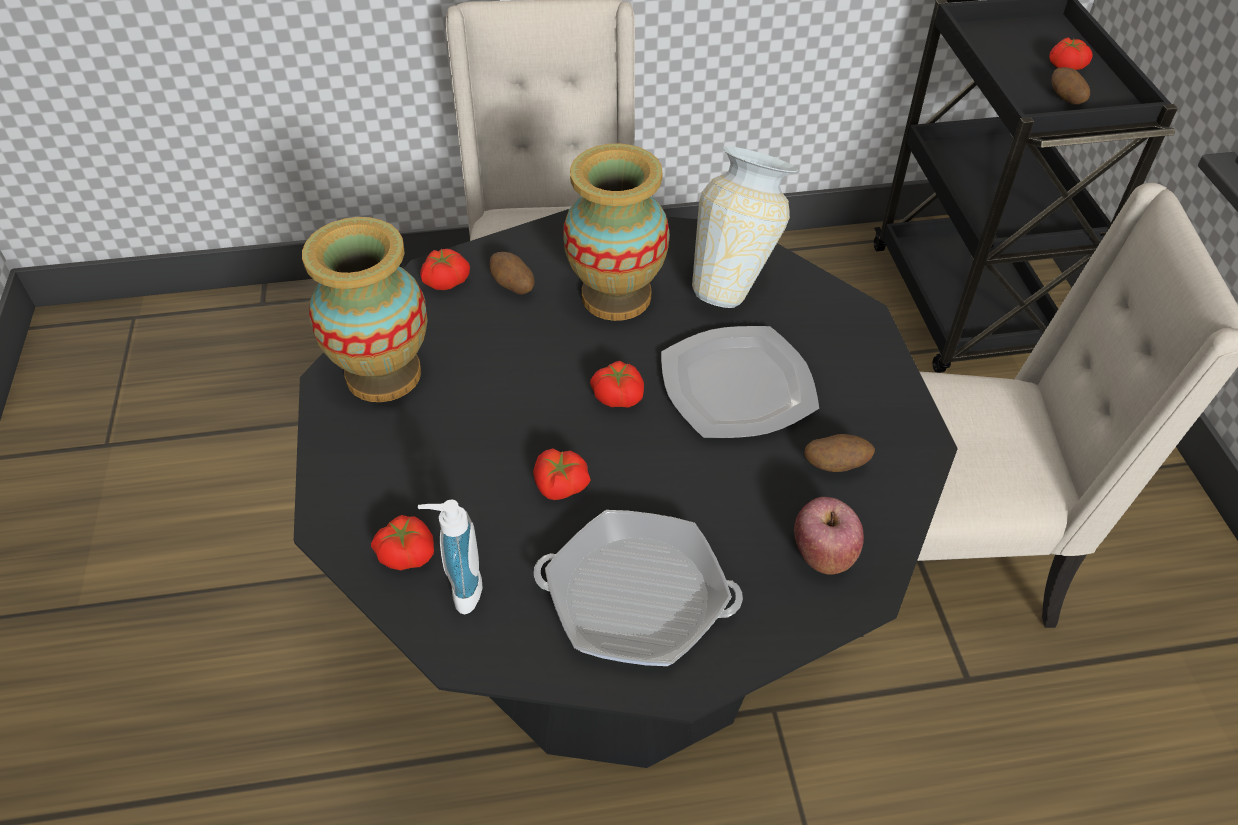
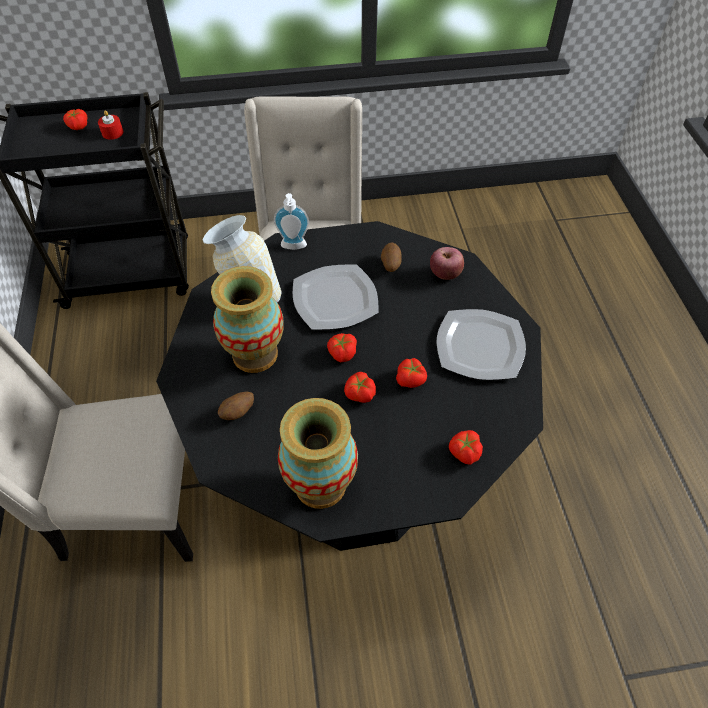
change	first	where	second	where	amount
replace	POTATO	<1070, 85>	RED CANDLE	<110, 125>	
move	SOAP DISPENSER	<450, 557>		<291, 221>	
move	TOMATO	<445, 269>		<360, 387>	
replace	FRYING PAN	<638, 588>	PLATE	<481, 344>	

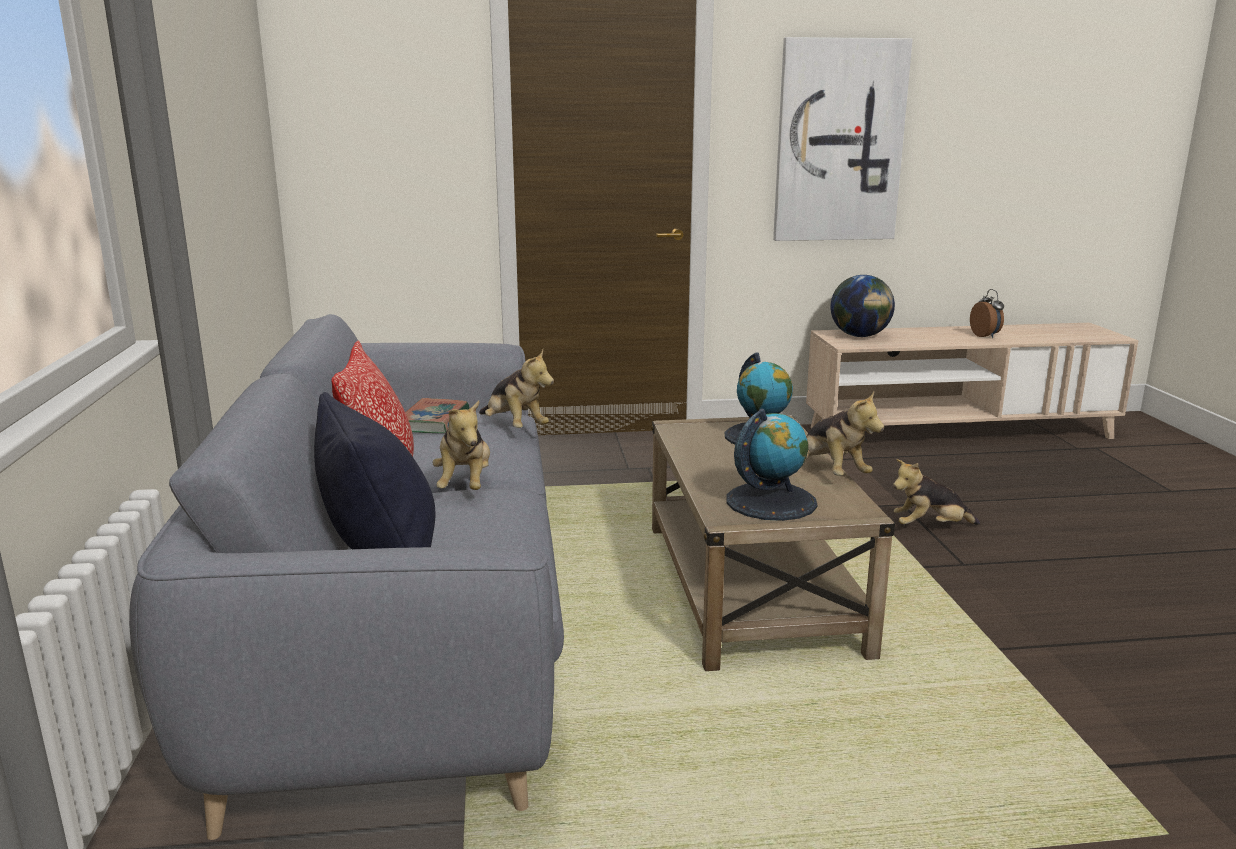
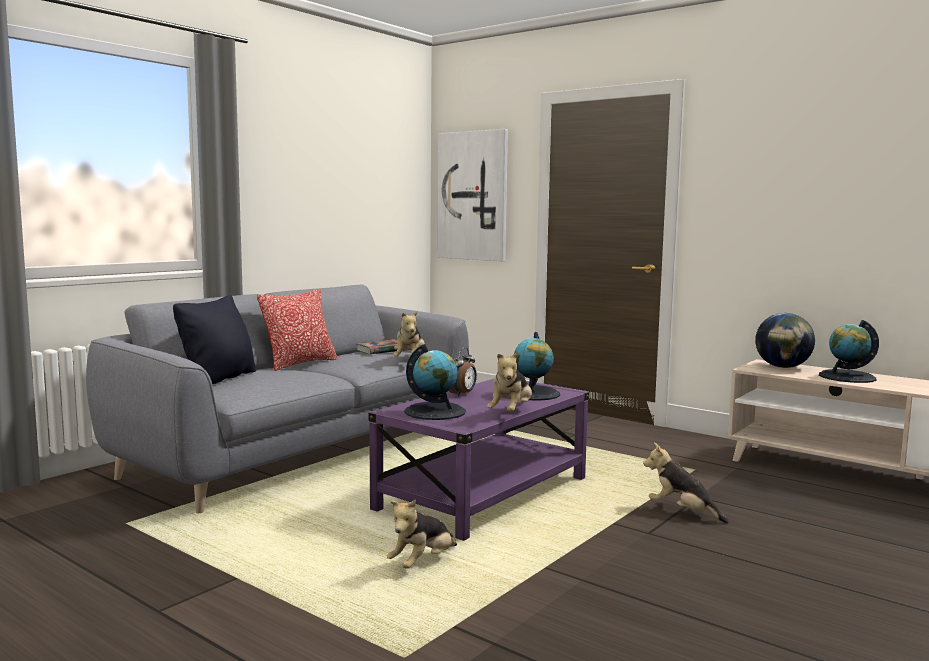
change	first	where	second	where	amount
recolor	BEIGE COFFEE TABLE	<773, 543>	PURPLE COFFEE TABLE	<479, 460>	
move	PLUSH TOY	<461, 445>		<422, 534>	
move	PICTURE	<843, 139>		<472, 195>	
move	ALARM CLOCK	<987, 313>		<463, 371>	
insert			GLOBE	<849, 351>	

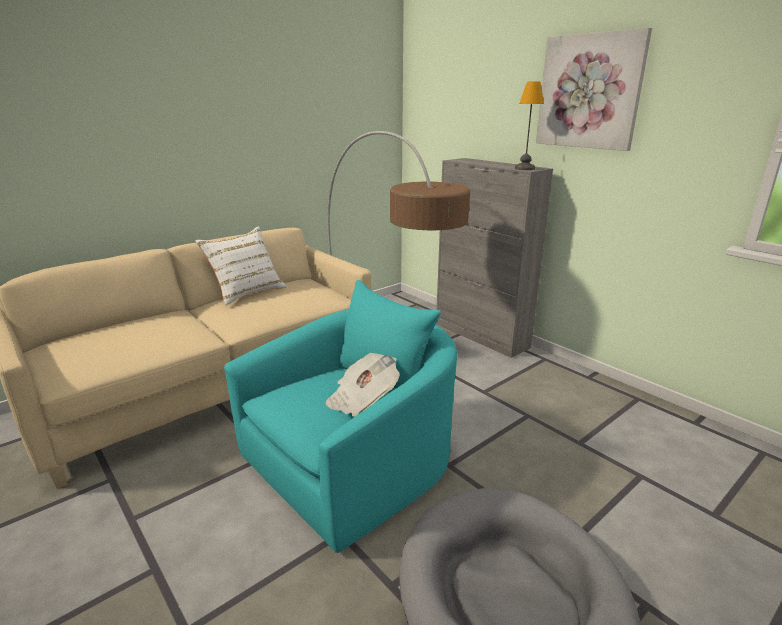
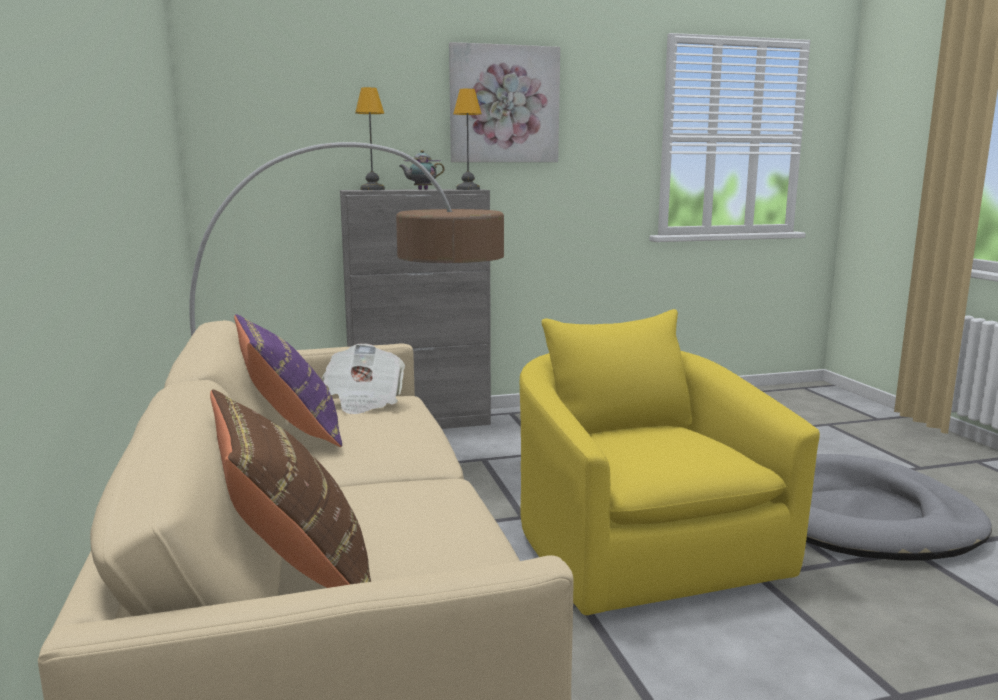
change	first	where	second	where	amount
insert			BROWN PILLOW	<290, 488>	
recolor	WHITE PILLOW	<241, 265>	PURPLE PILLOW	<288, 380>	
move	NEWSPAPER	<362, 384>		<363, 379>	
insert			TABLE LAMP	<370, 138>	
insert			TEAPOT	<422, 170>	
recolor	TURQUOISE ARMCHAIR	<340, 416>	YELLOW ARMCHAIR	<670, 462>	

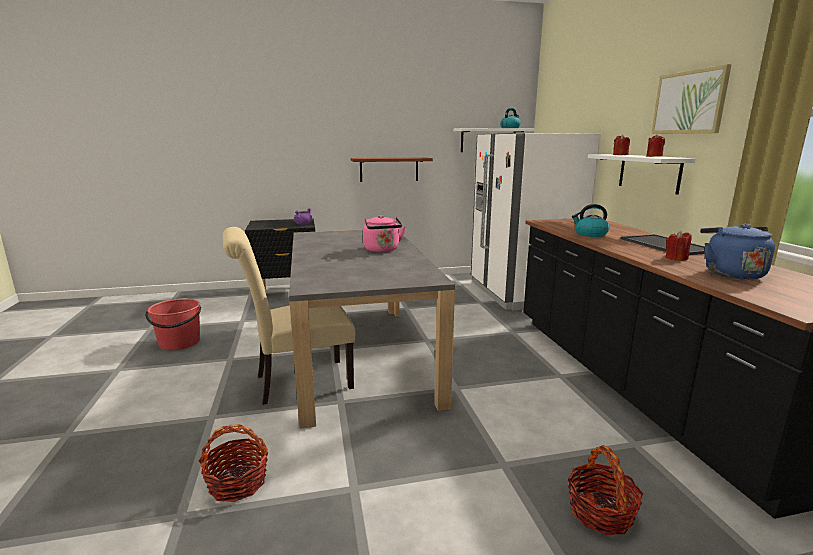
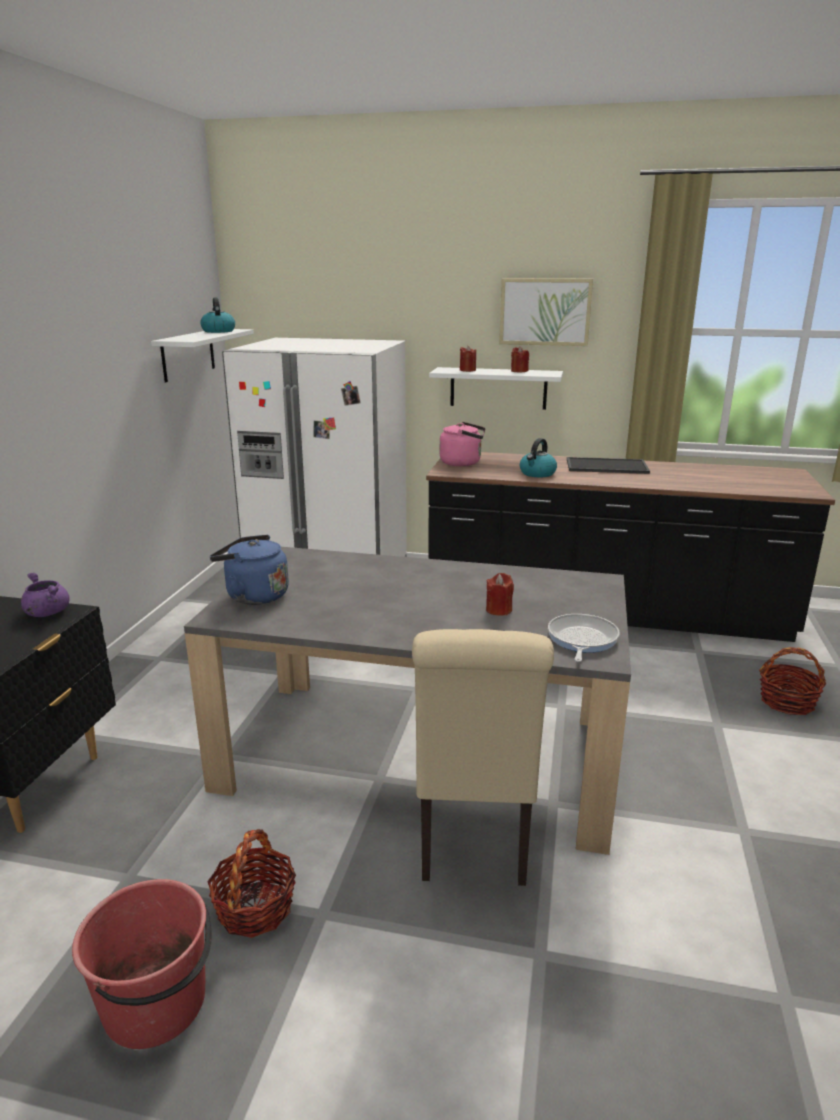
change	first	where	second	where	amount
move	BASKET	<233, 463>		<251, 883>	
move	BLUE KETTLE	<737, 252>		<249, 570>	
move	PINK KETTLE	<384, 233>		<462, 444>	
move	RED CANDLE	<678, 246>		<500, 594>	
insert			FRYING PAN	<584, 638>	
delete	BROWN SHELF	<392, 169>			

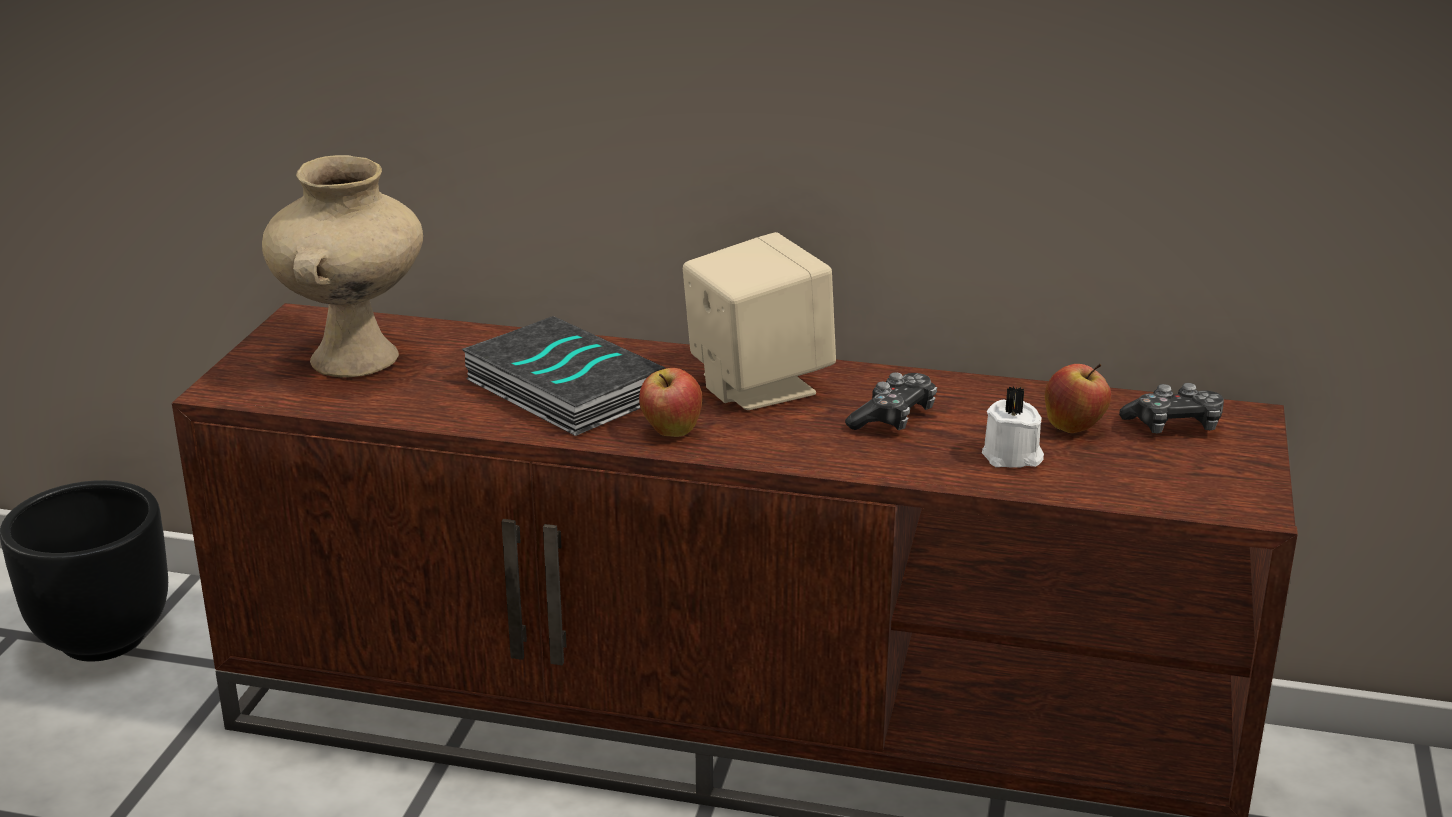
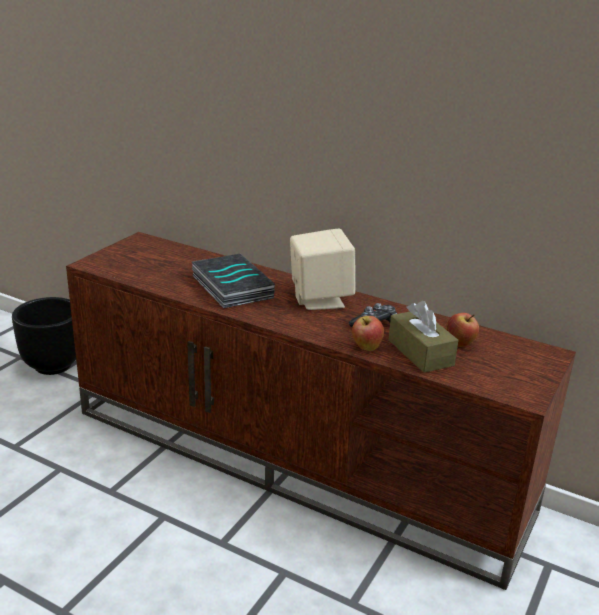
change	first	where	second	where	amount
move	APPLE	<670, 402>		<368, 333>	
replace	WHITE CANDLE	<1013, 427>	BROWN TISSUE BOX	<423, 337>	
delete	BEIGE VASE	<342, 266>			
delete	GAME CONTROLLER	<1171, 408>			

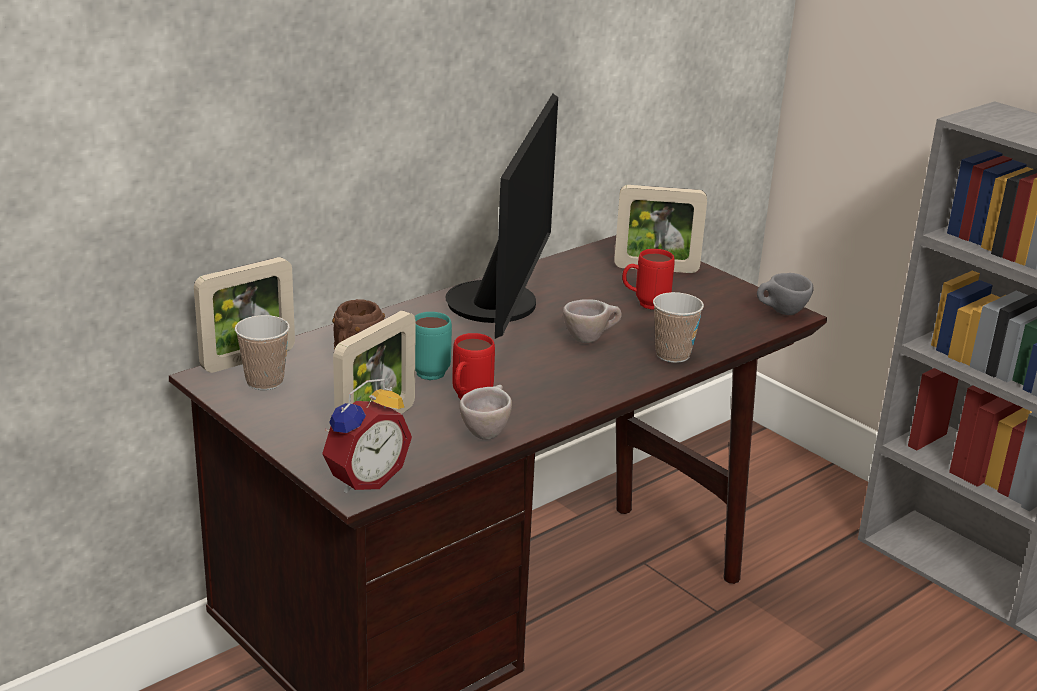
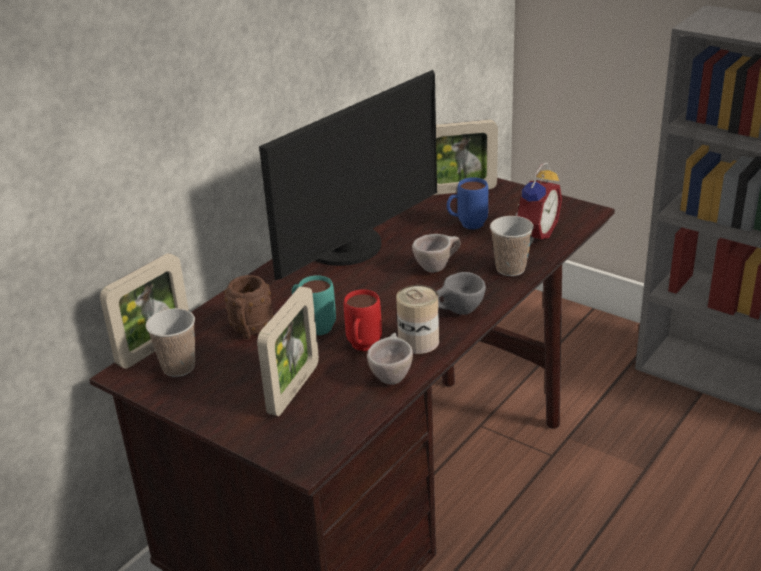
change	first	where	second	where	amount
rotate	MONITOR	<501, 216>		<348, 175>	45 degrees clockwise
insert			CAN	<417, 319>	
move	GREY CUP	<785, 294>		<461, 293>	
recolor	RED MUG	<648, 279>	BLUE MUG	<467, 203>	
move	ALARM CLOCK	<367, 436>		<539, 203>	

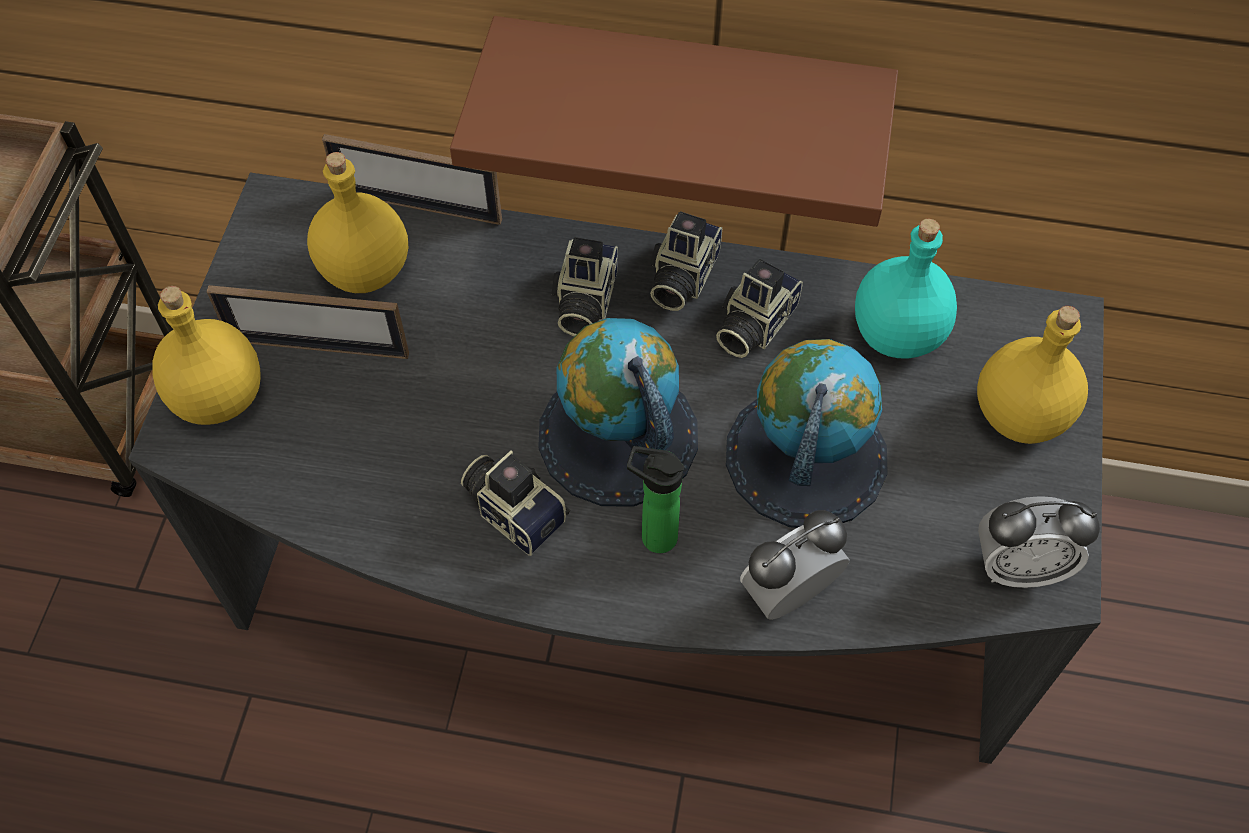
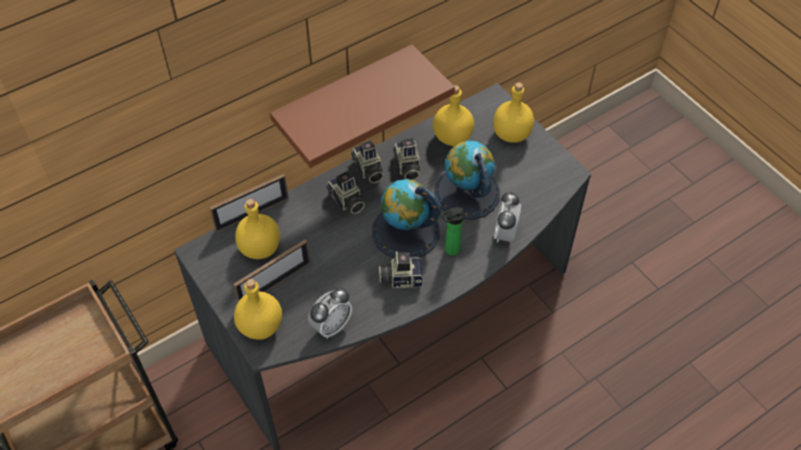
change	first	where	second	where	amount
move	ALARM CLOCK	<1039, 542>		<330, 313>	
recolor	TURQUOISE BOTTLE	<906, 289>	YELLOW BOTTLE	<453, 115>	

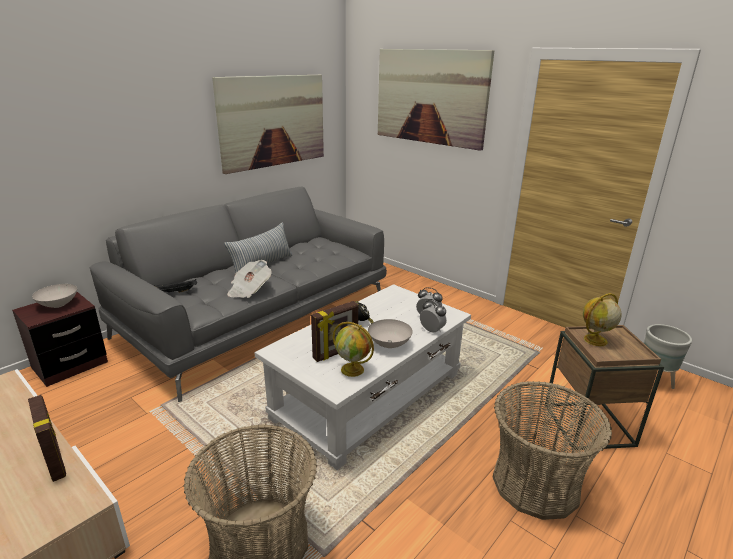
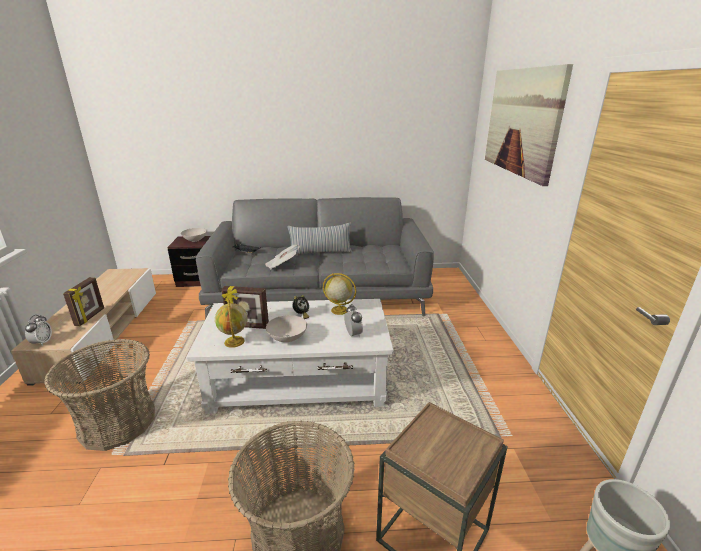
change	first	where	second	where	amount
move	ALARM CLOCK	<433, 315>		<38, 330>	
move	GLOBE	<602, 319>		<339, 294>	
delete	PICTURE	<268, 124>			

